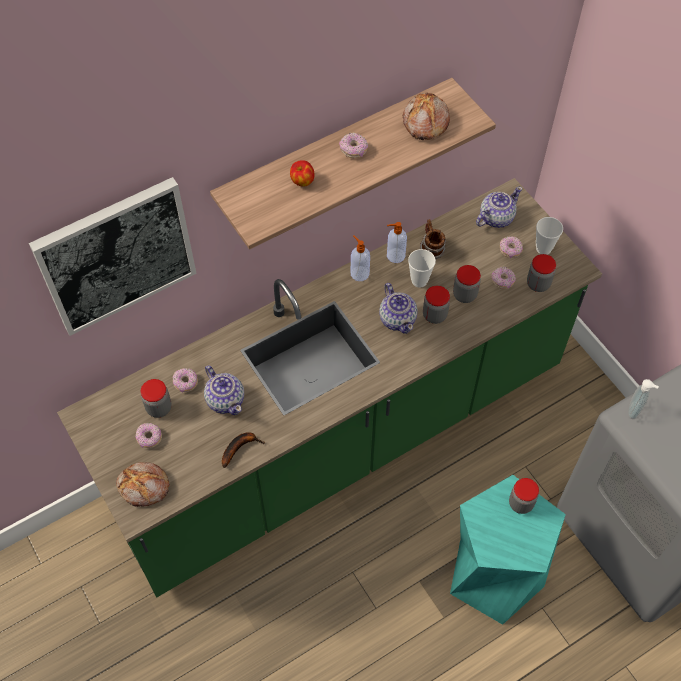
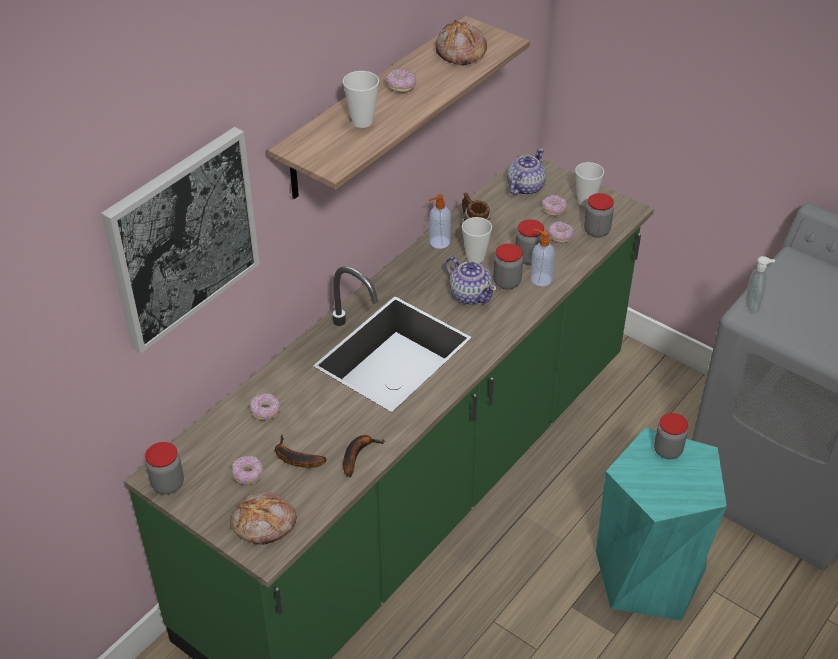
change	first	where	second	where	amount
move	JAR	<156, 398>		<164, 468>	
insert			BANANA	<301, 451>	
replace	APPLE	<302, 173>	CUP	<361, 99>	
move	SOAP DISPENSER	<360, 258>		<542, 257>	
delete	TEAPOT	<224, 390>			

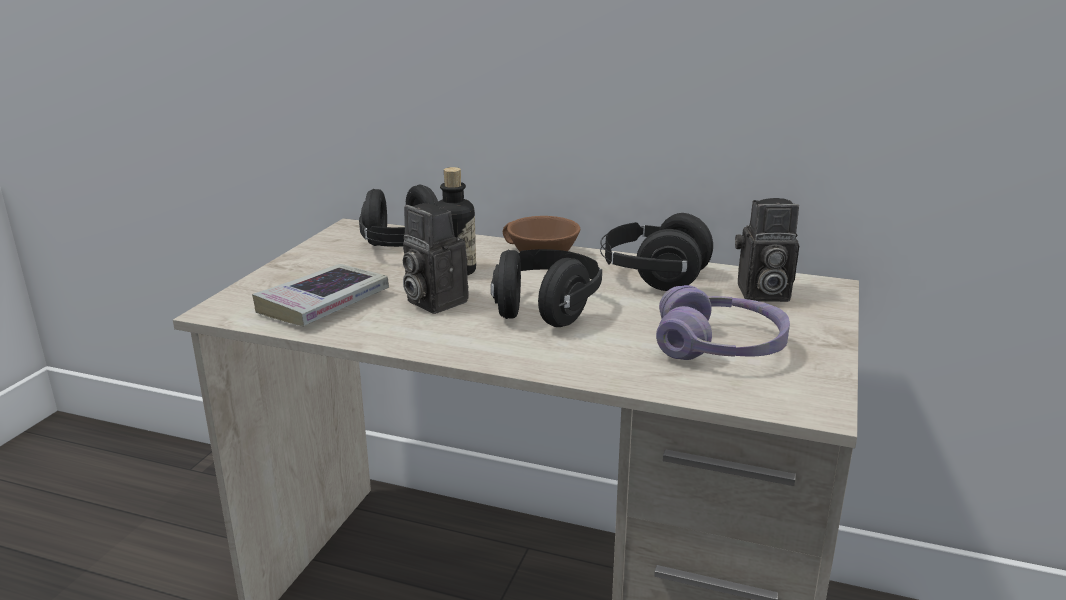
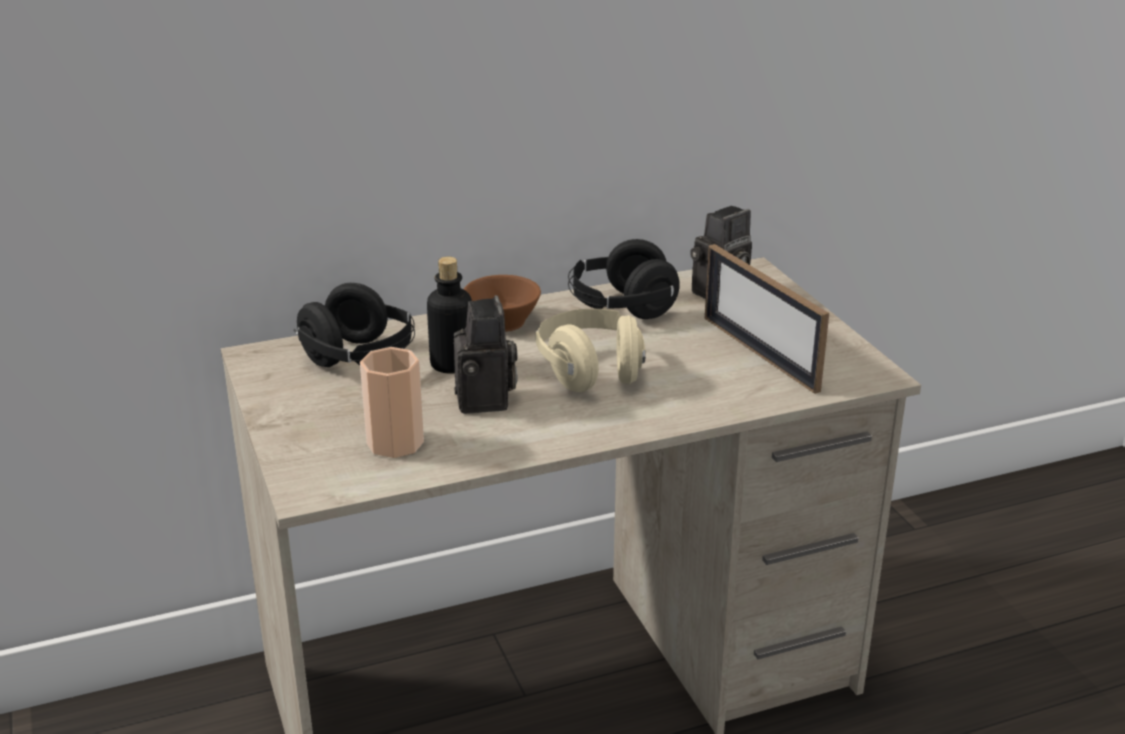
change	first	where	second	where	amount
replace	BOOK	<320, 295>	CUP	<392, 402>	
rotate	PHOTO CAMERA	<436, 258>		<486, 354>	105 degrees counterclockwise
recolor	BLACK HEADPHONES	<546, 288>	BEIGE HEADPHONES	<591, 350>	
replace	PURPLE HEADPHONES	<723, 322>	PICTURE FRAME	<767, 319>	

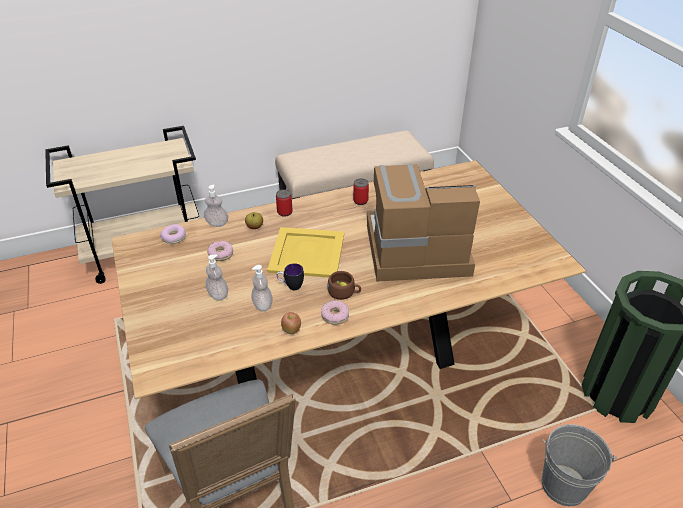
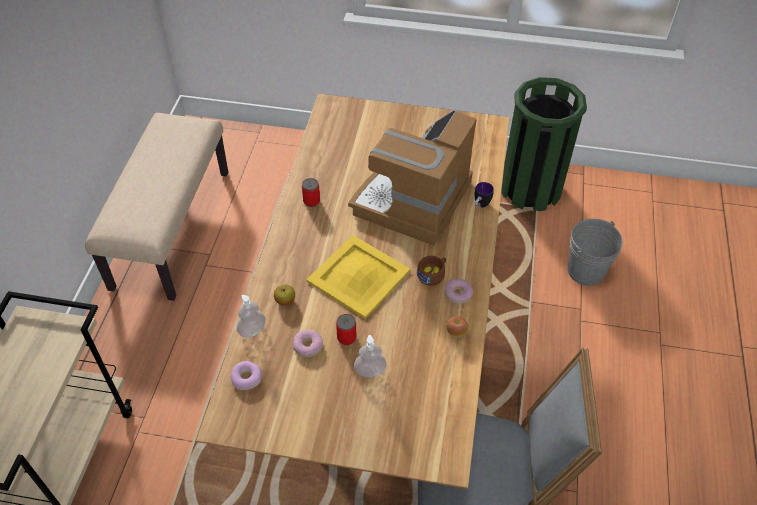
change	first	where	second	where	amount
move	CAN	<284, 203>		<346, 329>	
move	MUG	<290, 277>		<484, 194>	
delete	SOAP DISPENSER	<262, 288>			

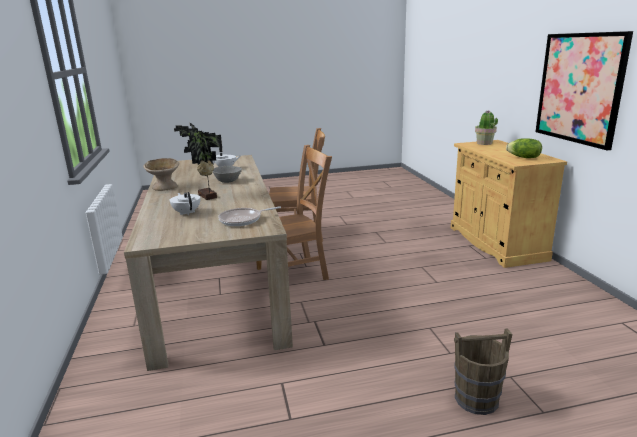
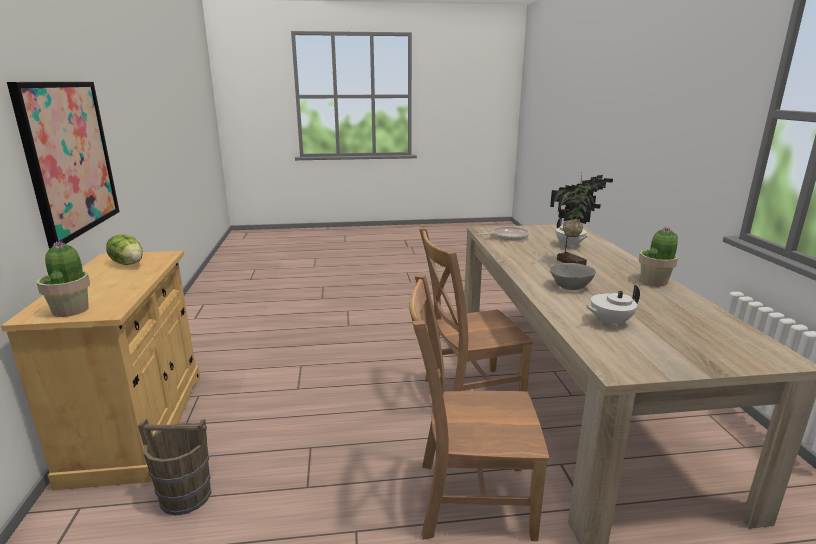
change	first	where	second	where	amount
move	BROWN BUCKET	<483, 371>		<174, 467>	
replace	BEIGE BOWL	<161, 174>	POTTED PLANT	<658, 256>	

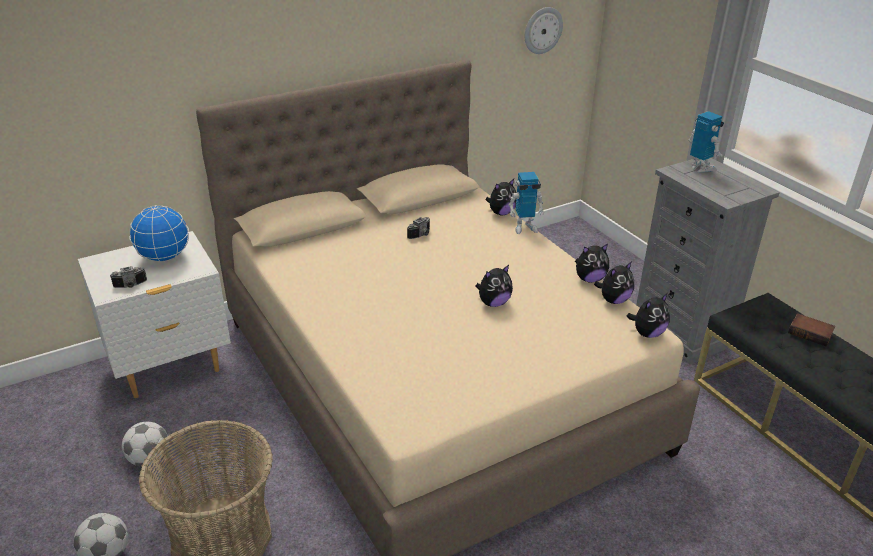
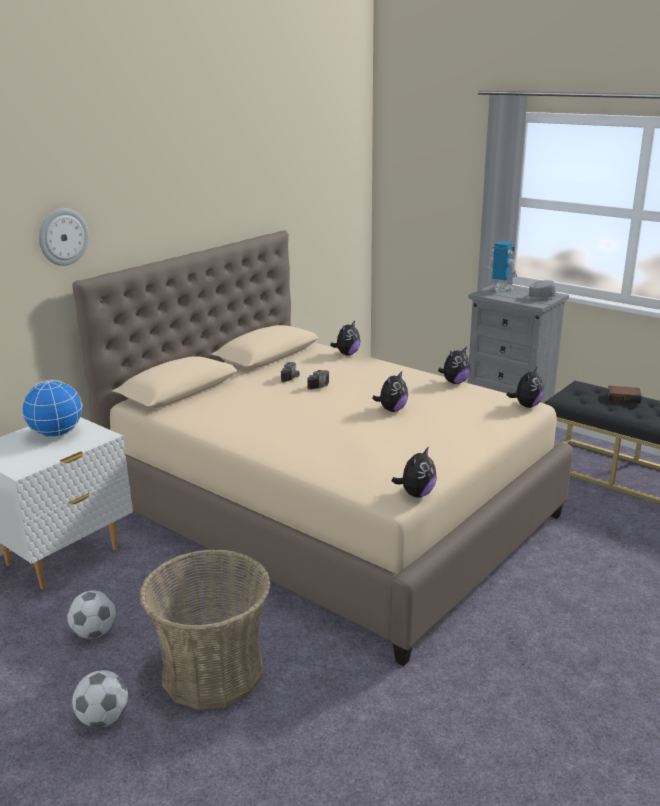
change	first	where	second	where	amount
move	WALL CLOCK	<544, 30>		<64, 237>	
move	PHOTO CAMERA	<128, 277>		<318, 380>	
move	PLUSH TOY	<614, 282>		<414, 472>	
insert			GREY CAP	<539, 290>	
delete	TOY ROBOT	<527, 203>			

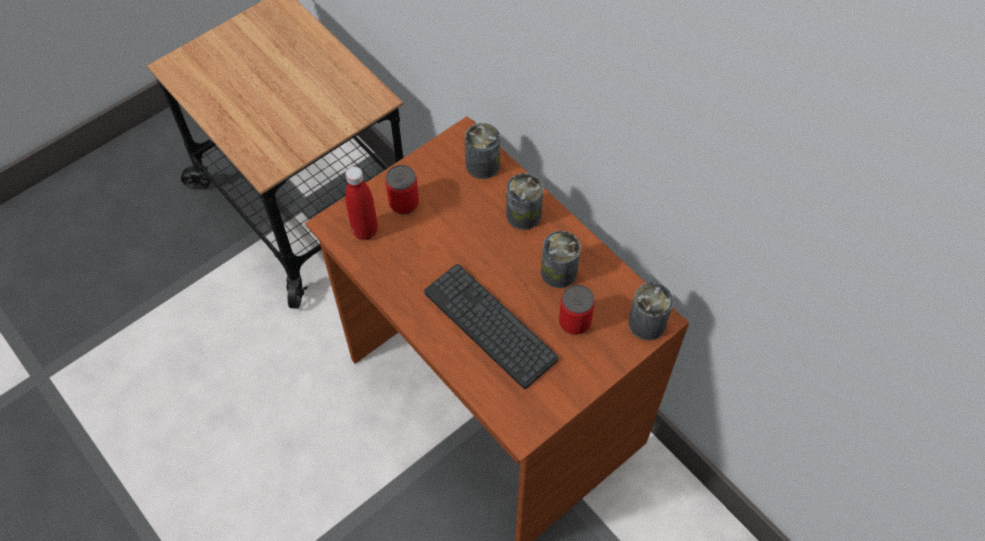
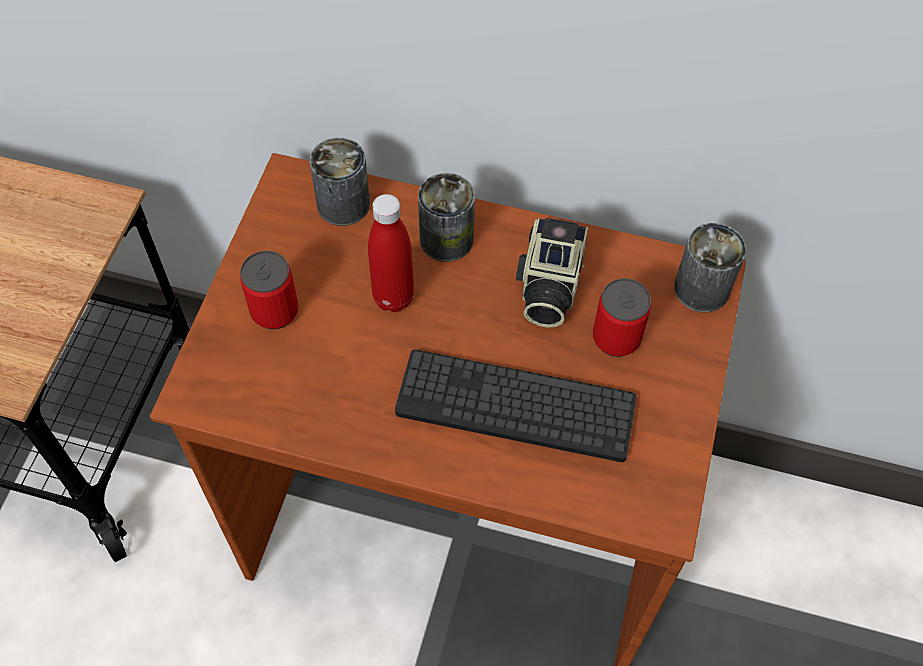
change	first	where	second	where	amount
move	RED BOTTLE	<361, 203>		<391, 253>	
replace	CAN	<561, 259>	PHOTO CAMERA	<552, 273>	

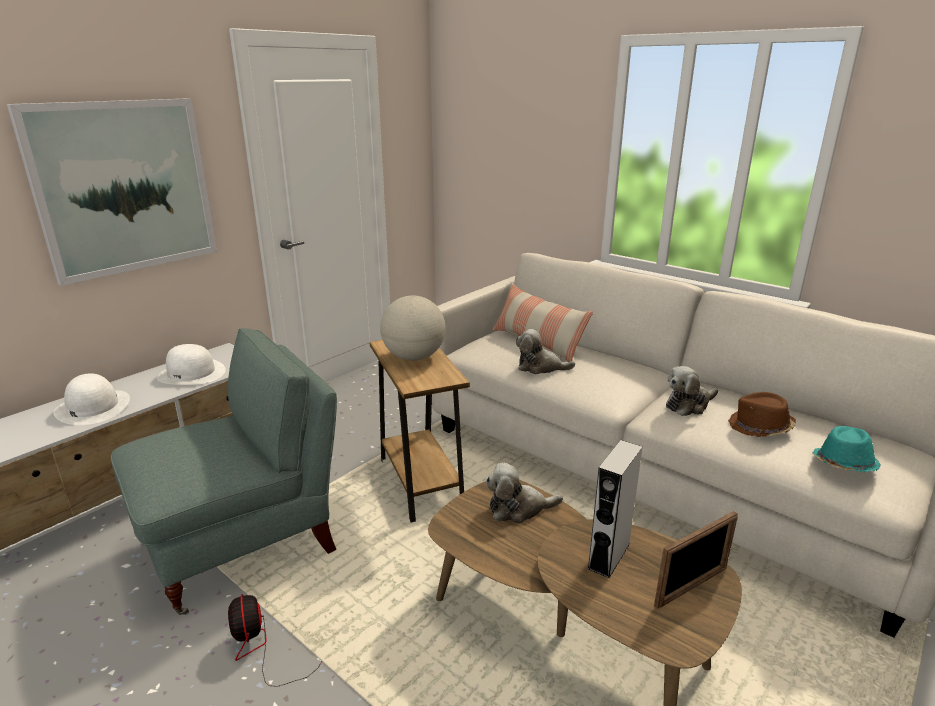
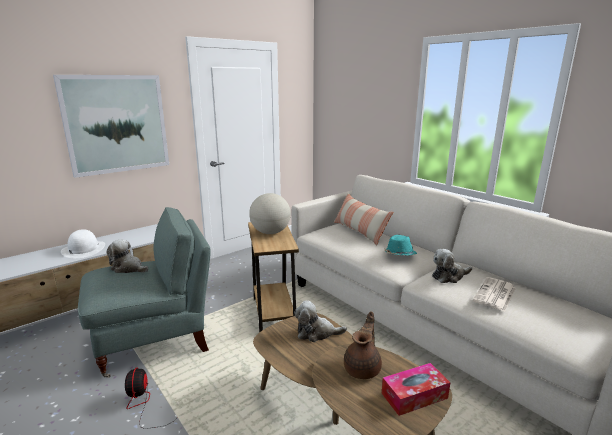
change	first	where	second	where	amount
move	PLUSH TOY	<545, 351>		<127, 256>	
replace	GREY SPEAKER	<615, 509>	BROWN TEAPOT	<363, 345>	
replace	PICTURE FRAME	<696, 560>	TISSUE BOX	<416, 389>	
move	TURQUOISE HAT	<847, 449>		<400, 245>	
replace	BROWN HAT	<762, 414>	NEWSPAPER	<494, 294>	
delete	WHITE HAT	<191, 364>			

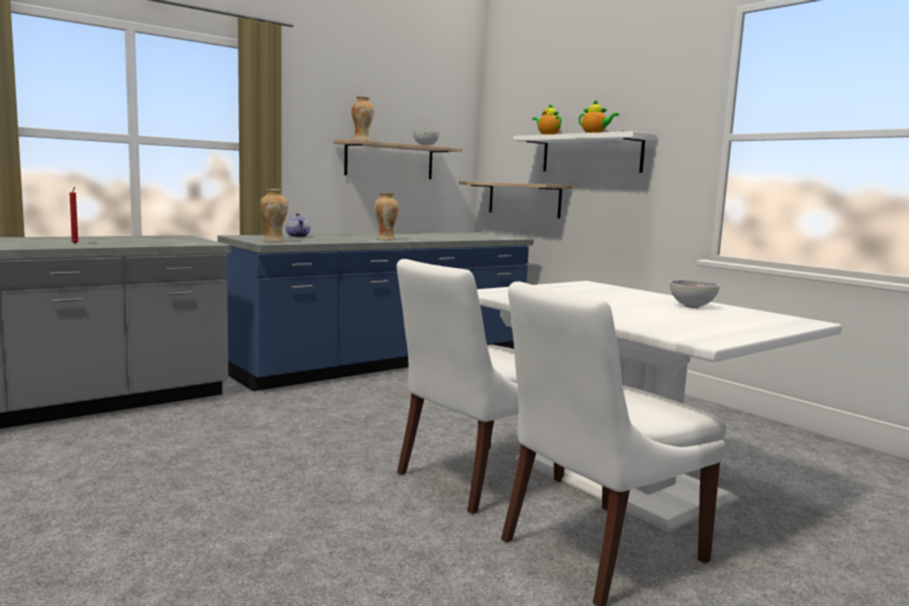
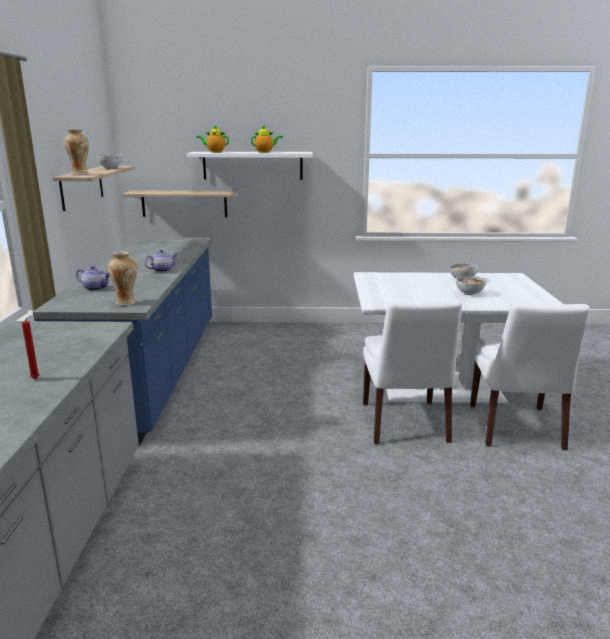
change	first	where	second	where	amount
replace	VASE	<386, 216>	TEAPOT	<161, 261>	
insert			BOWL	<471, 285>	

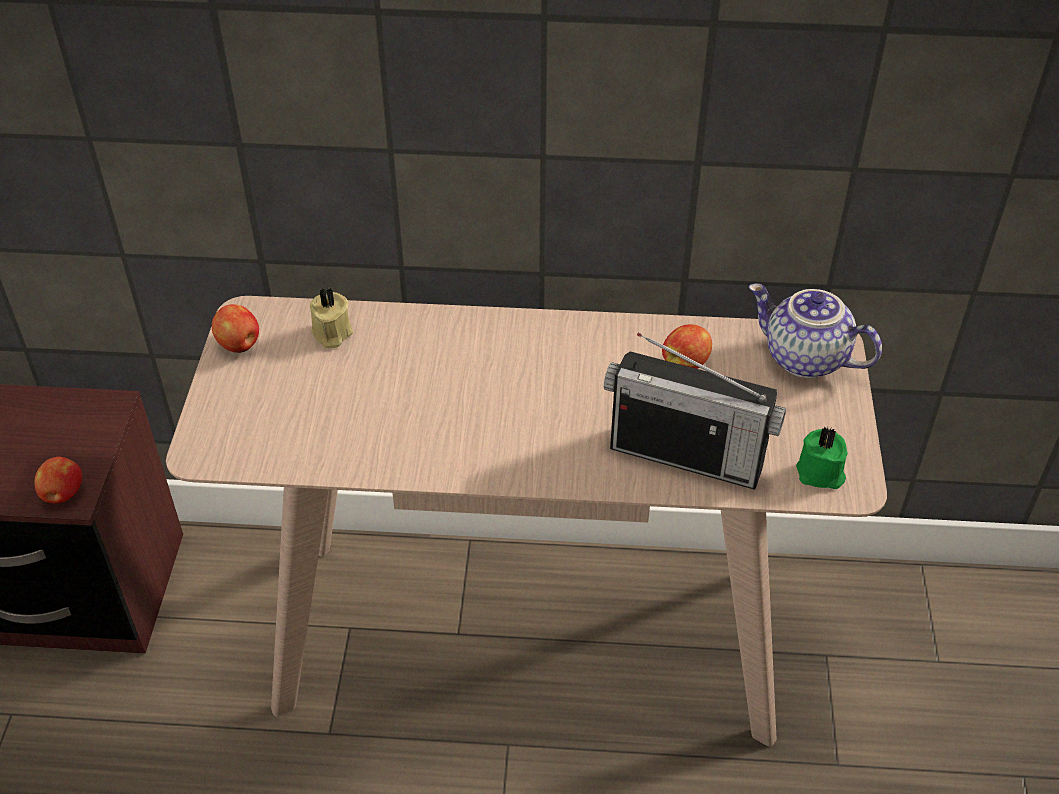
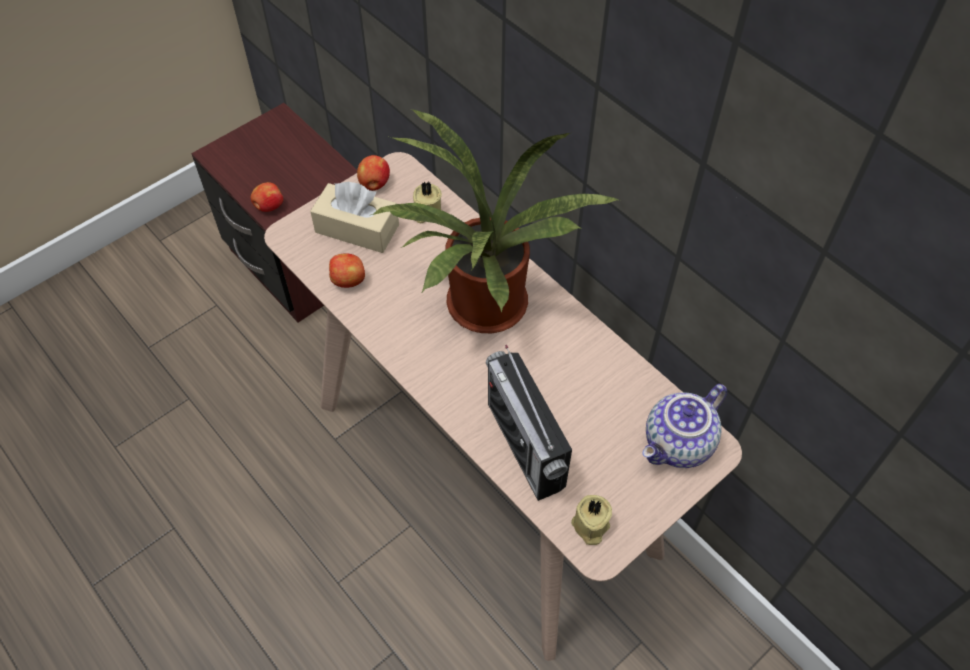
change	first	where	second	where	amount
insert			BEIGE TISSUE BOX	<354, 217>	
move	APPLE	<687, 346>		<347, 271>	
insert			POTTED PLANT	<496, 221>	
recolor	GREEN CANDLE	<822, 457>	BEIGE CANDLE	<591, 520>	
rotate	TEAPOT	<815, 330>		<684, 426>	120 degrees counterclockwise

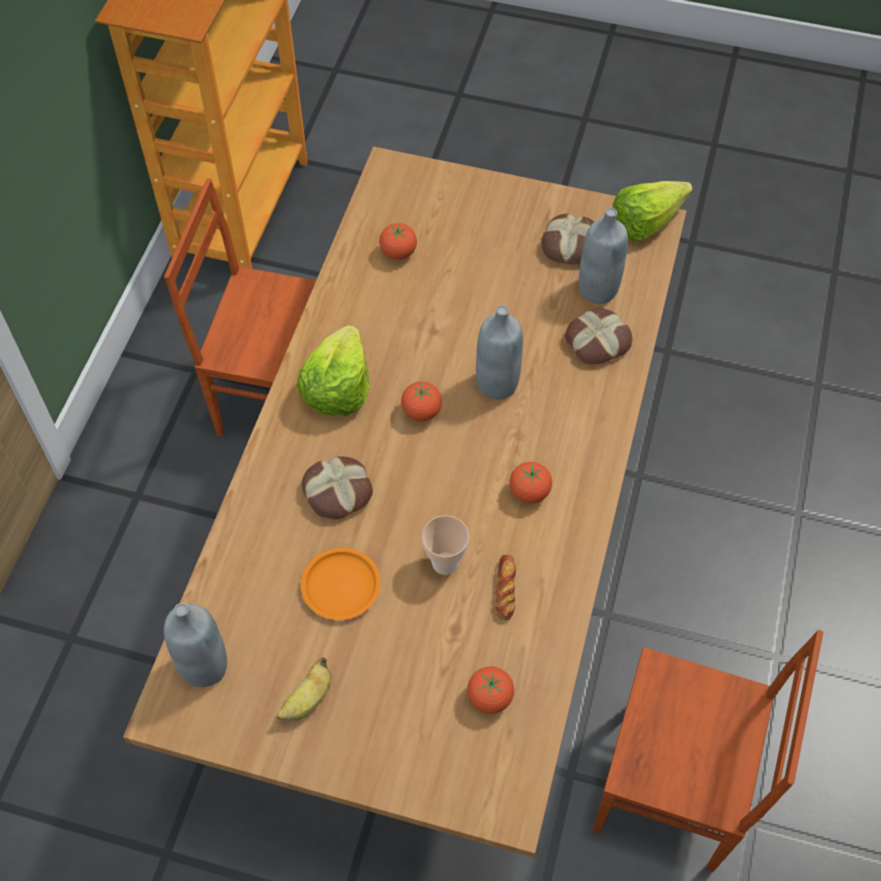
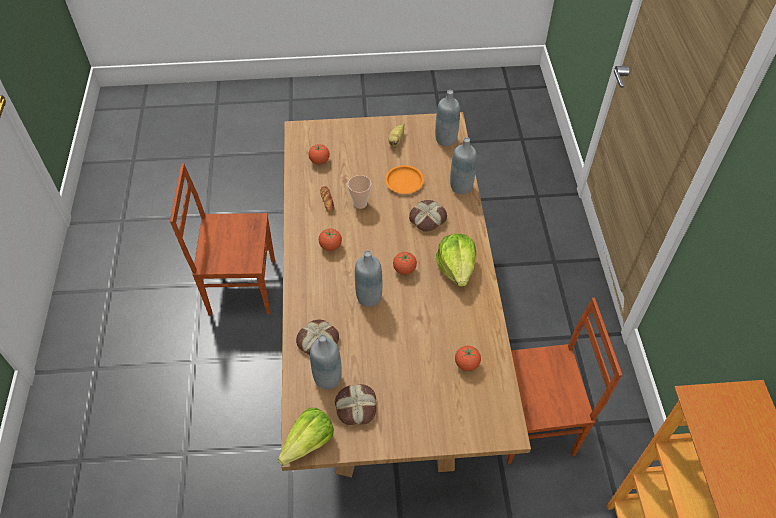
change	first	where	second	where	amount
insert			GREY BOTTLE	<463, 165>	

